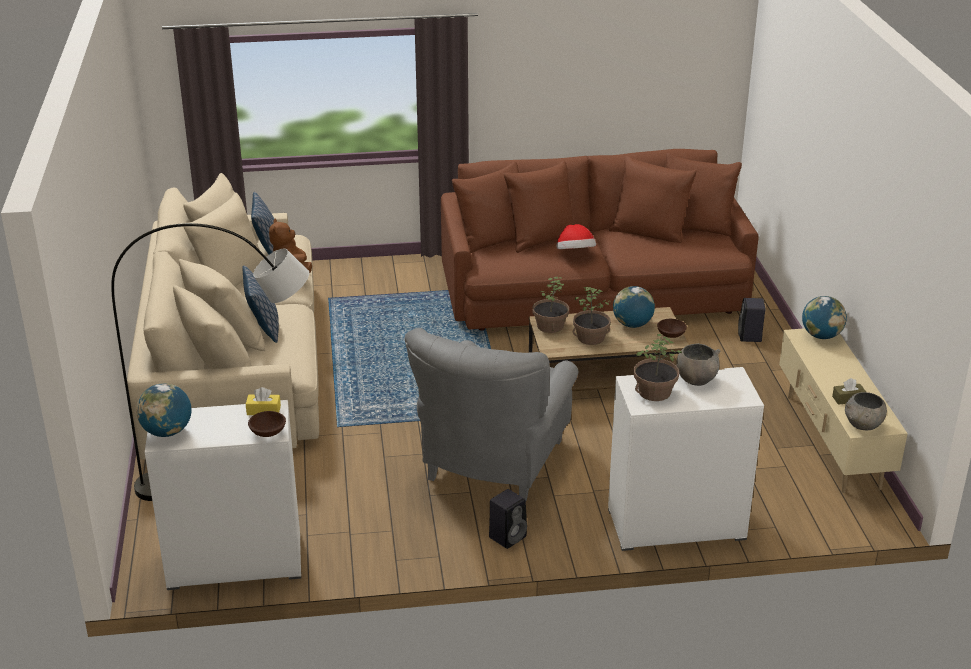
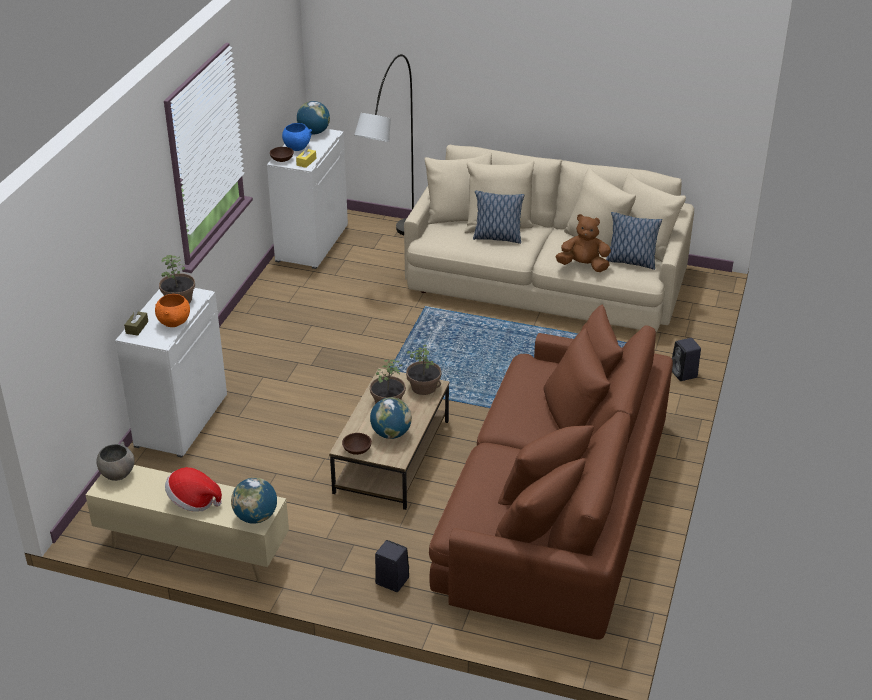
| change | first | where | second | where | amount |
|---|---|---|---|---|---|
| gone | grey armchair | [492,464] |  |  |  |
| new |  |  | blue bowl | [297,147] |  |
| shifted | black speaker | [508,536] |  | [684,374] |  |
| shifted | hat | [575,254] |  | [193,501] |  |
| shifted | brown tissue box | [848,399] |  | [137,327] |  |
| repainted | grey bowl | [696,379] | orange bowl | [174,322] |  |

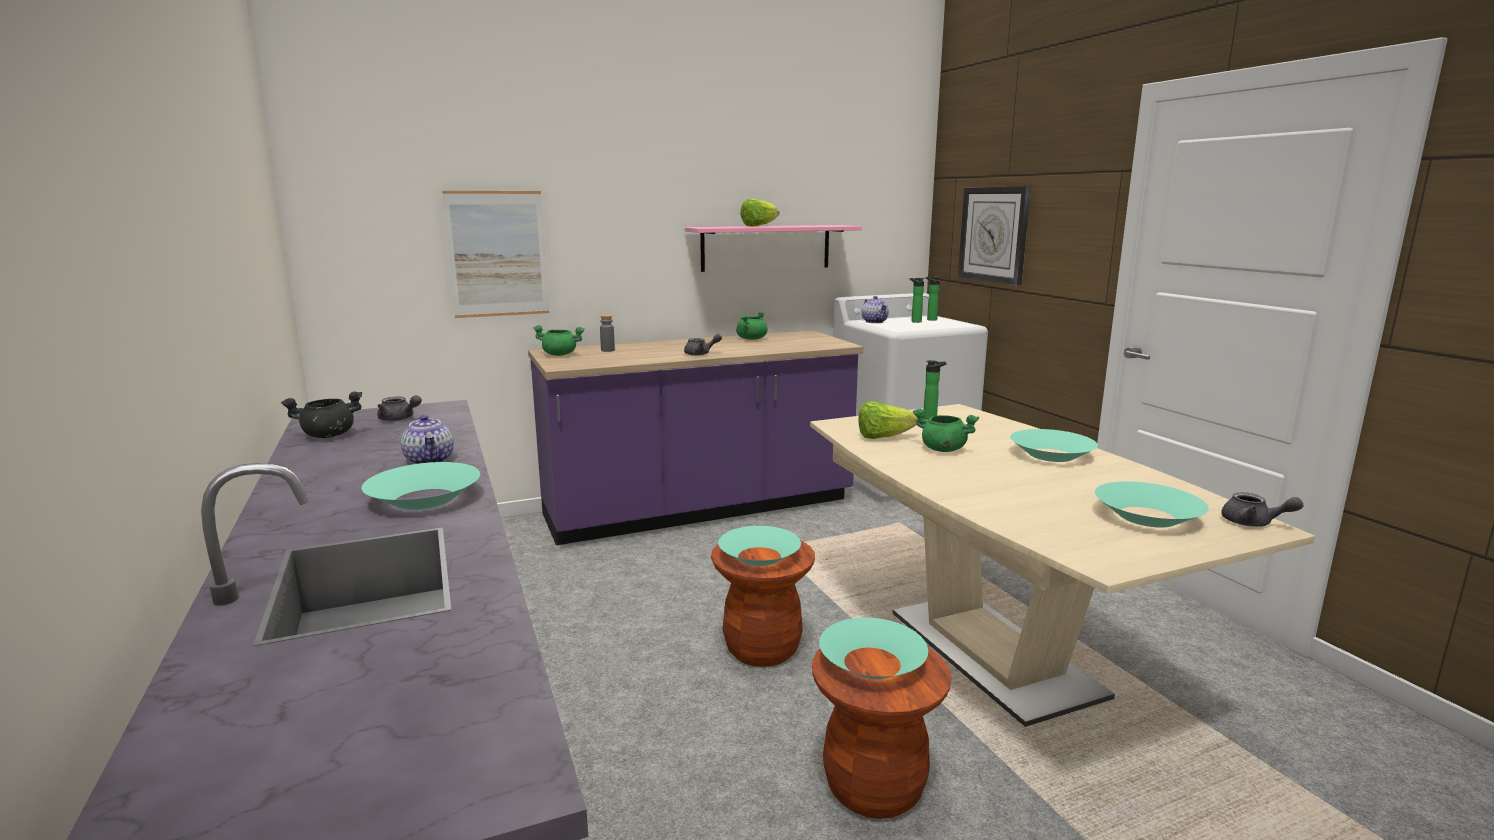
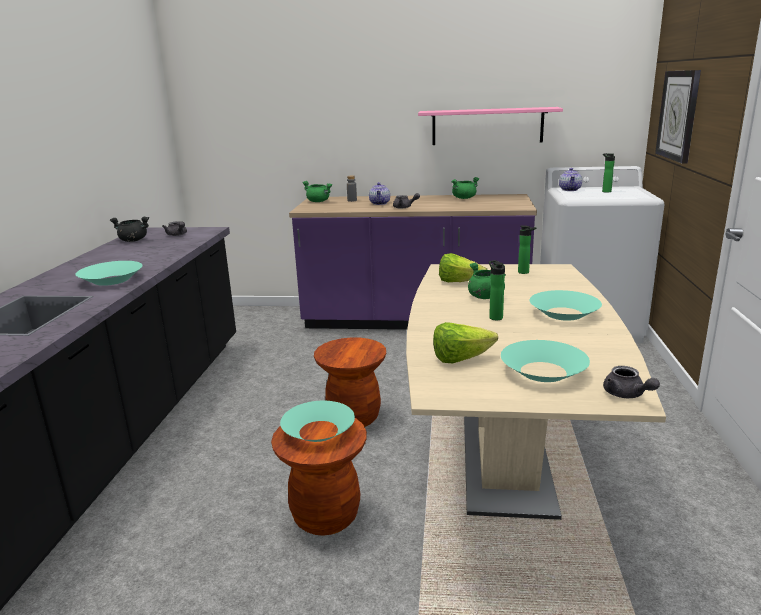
| change | first | where | second | where | amount |
|---|---|---|---|---|---|
| gone | picture | [497,254] |  |  |  |
| gone | turquoise bowl | [759,556] |  |  |  |
| shifted | teapot | [430,460] |  | [380,203] |  |
| shifted | lettuce | [759,226] |  | [460,359] |  |
| shifted | bottle | [930,319] |  | [495,317] |  |

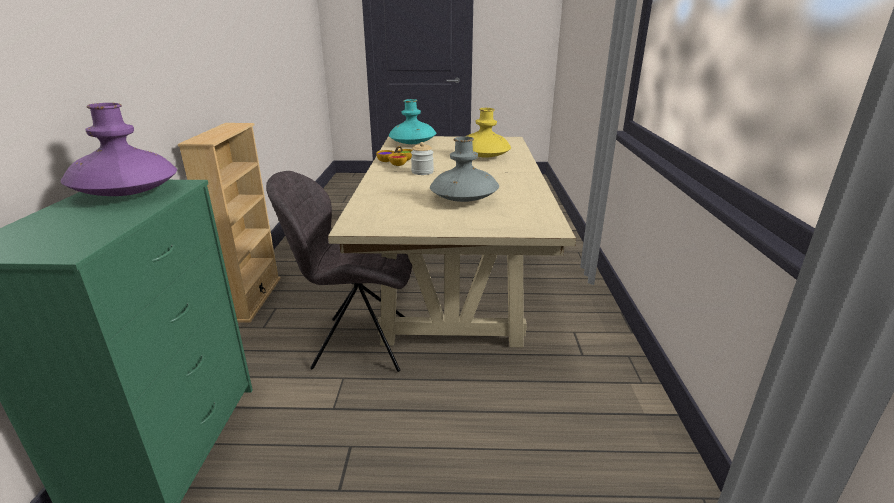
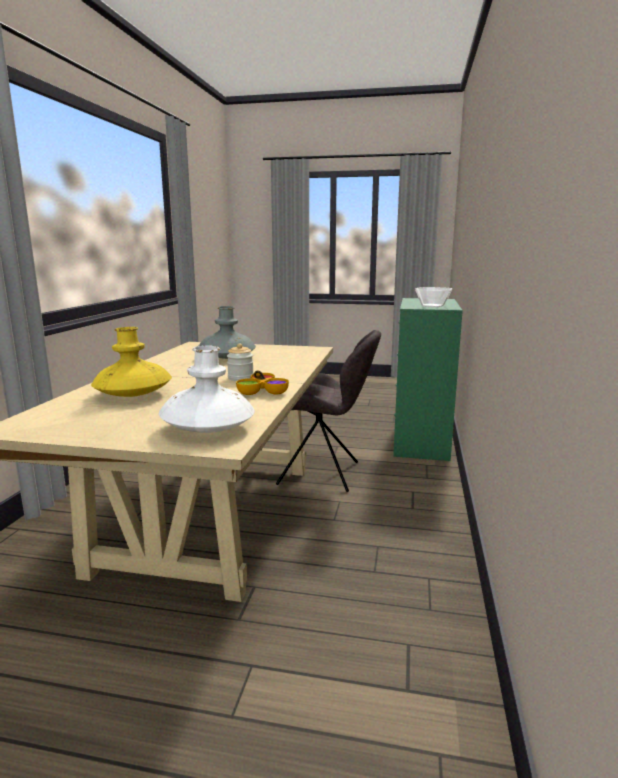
| change | first | where | second | where | amount |
|---|---|---|---|---|---|
| gone | beige bookcase | [252,299] |  |  |  |
| swapped | purple vase | [127,192] | bowl | [432,306] |  |
| repainted | turquoise vase | [412,143] | white vase | [208,428] |  |

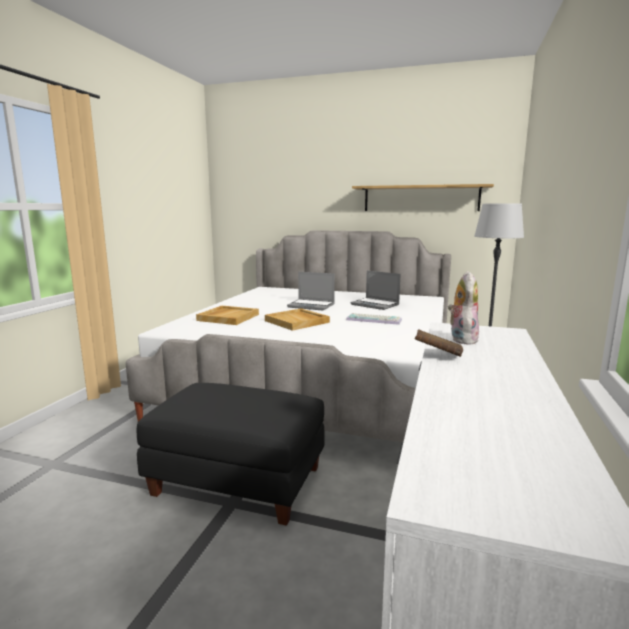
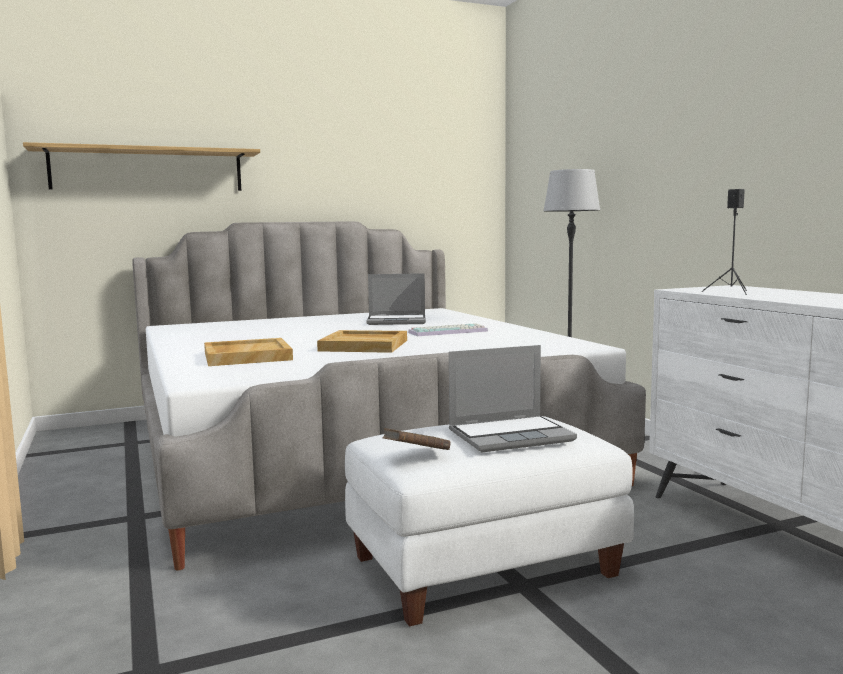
| change | first | where | second | where | amount |
|---|---|---|---|---|---|
| shifted | laptop | [312,306] |  | [511,435] |  |
| shifted | shelf | [420,198] |  | [148,170] |  |
| shifted | brown book | [437,355] |  | [416,454] |  |
| swapped | plush toy | [461,339] | black speaker | [731,292] |  |
| repainted | black ottoman | [239,480] | white ottoman | [484,565] |  |

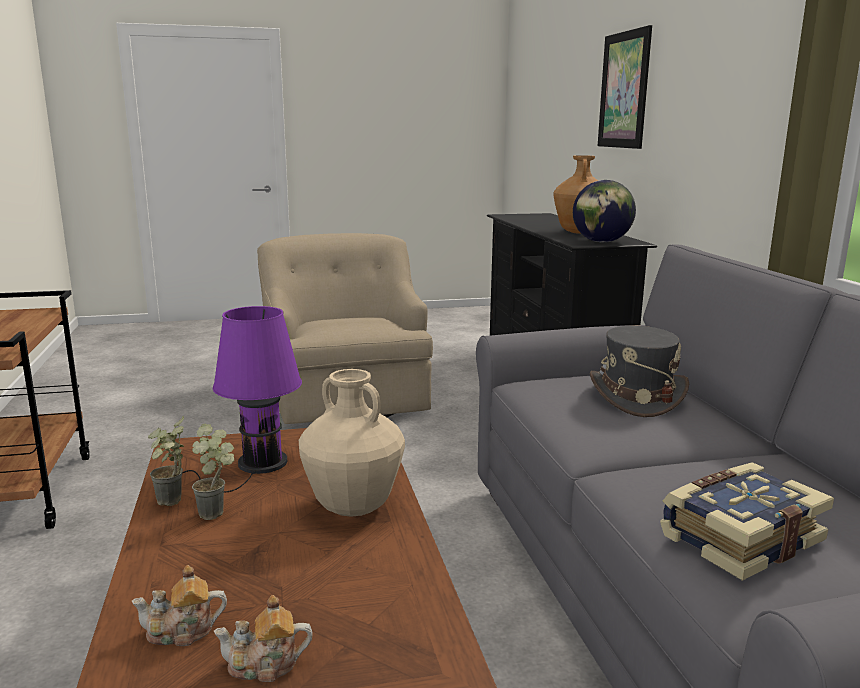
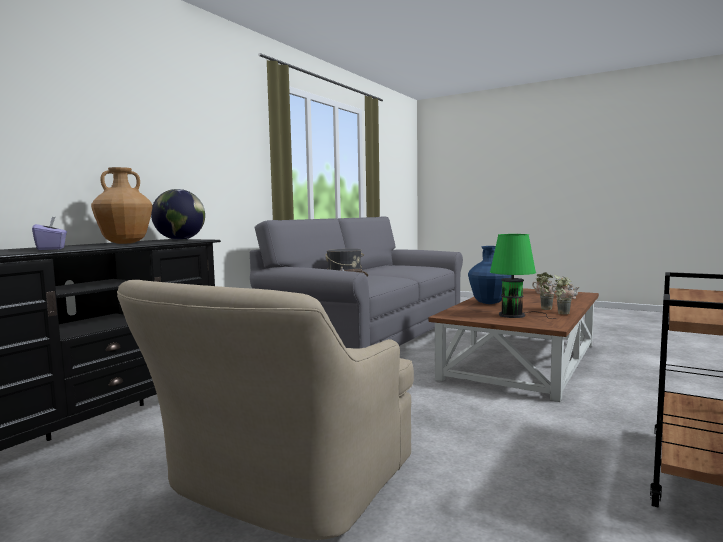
| change | first | where | second | where | amount |
|---|---|---|---|---|---|
| gone | picture | [624,90] |  |  |  |
| gone | book | [738,537] |  |  |  |
| new |  |  | purple tissue box | [52,249] |  |
| repainted | purple table lamp | [257,465] | green table lamp | [515,315] |  |
| repainted | beige vase | [352,507] | blue vase | [489,303] |  |

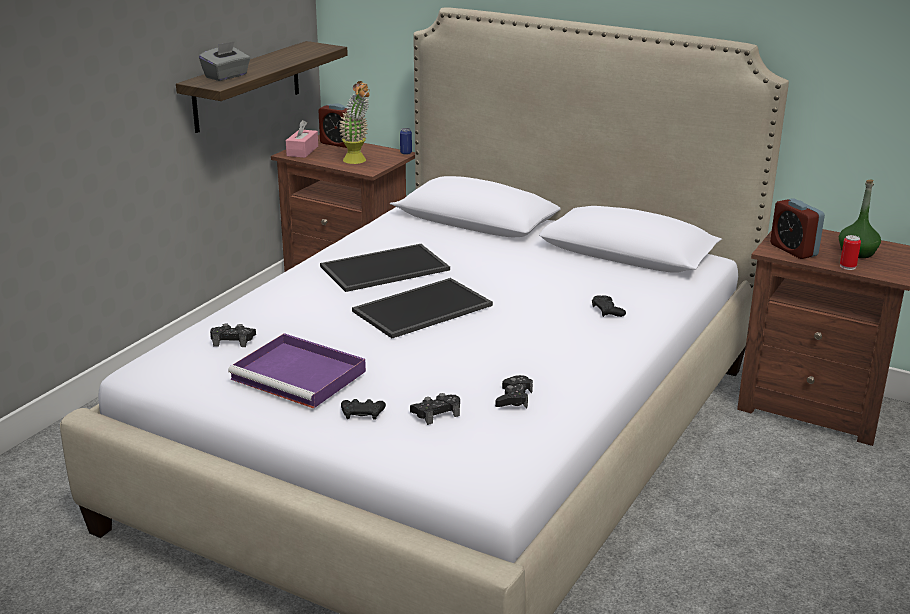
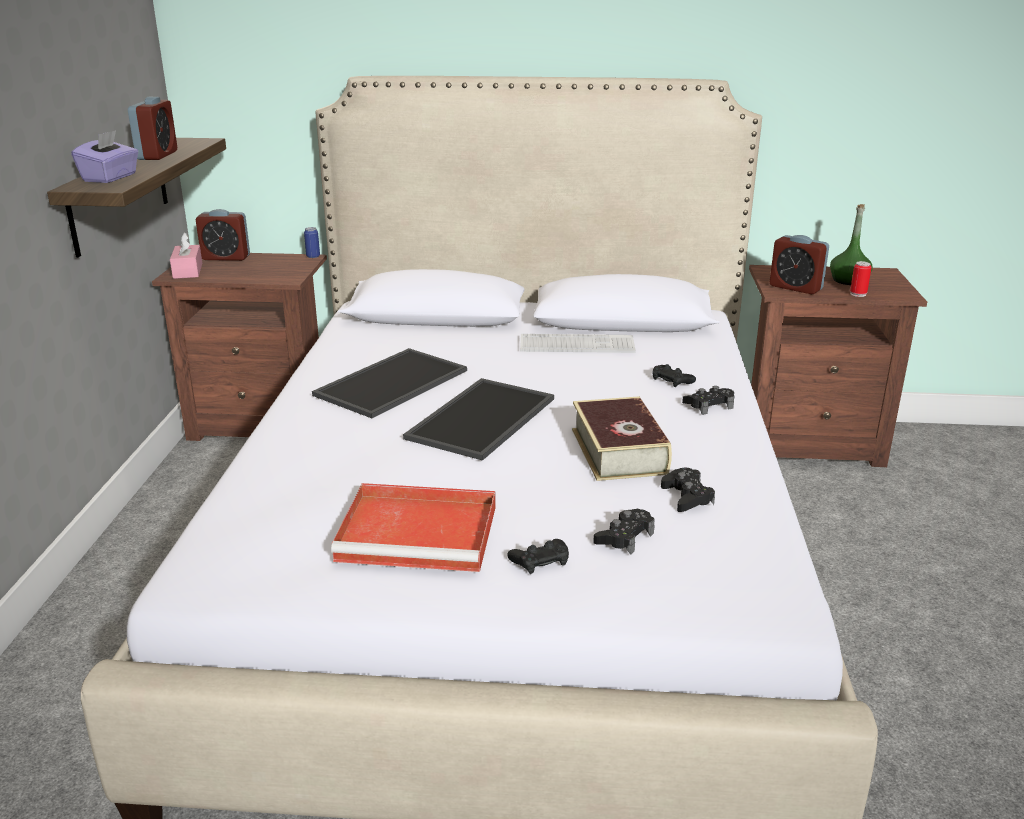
| change | first | where | second | where | amount |
|---|---|---|---|---|---|
| gone | potted plant | [358,162] |  |  |  |
| new |  |  | alarm clock | [157,155] |  |
| new |  |  | keyboard | [577,345] |  |
| new |  |  | book | [619,451] |  |
| shifted | black game controller | [233,340] |  | [709,405] |  |
| repainted | grey tissue box | [226,76] | purple tissue box | [110,178] |  |
| repainted | purple tray | [301,375] | red tray | [421,533] |  |

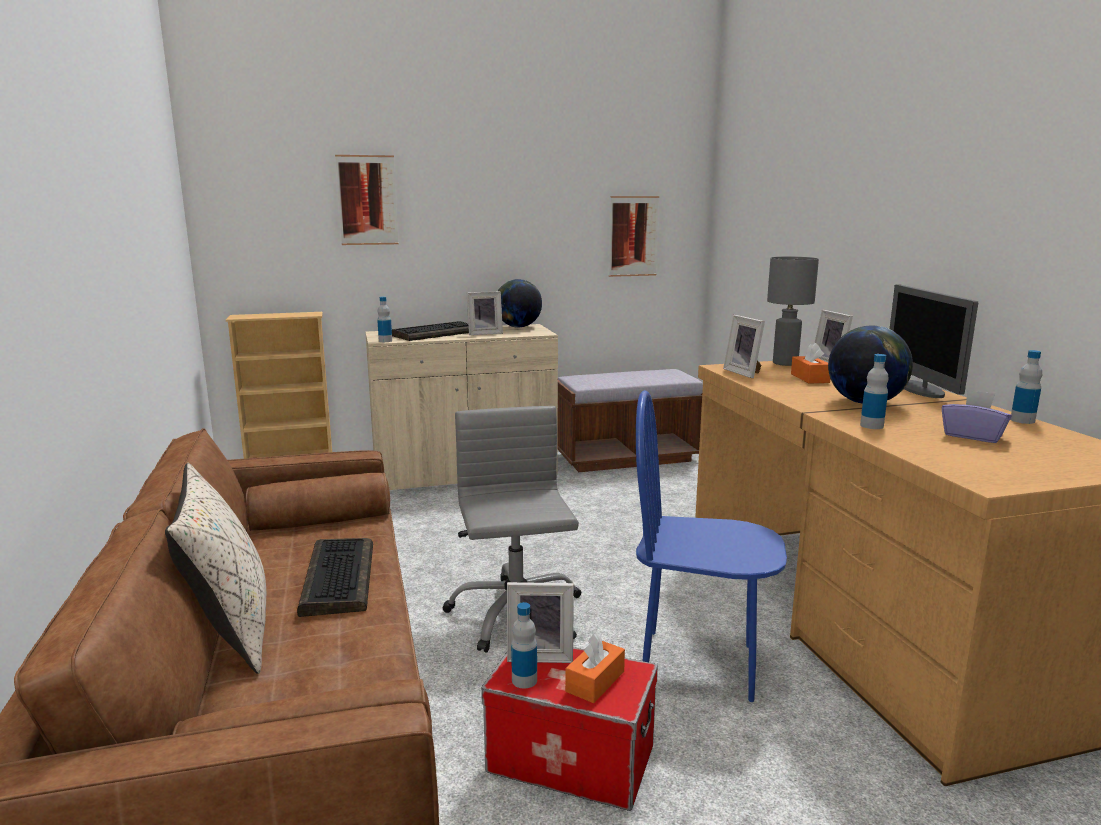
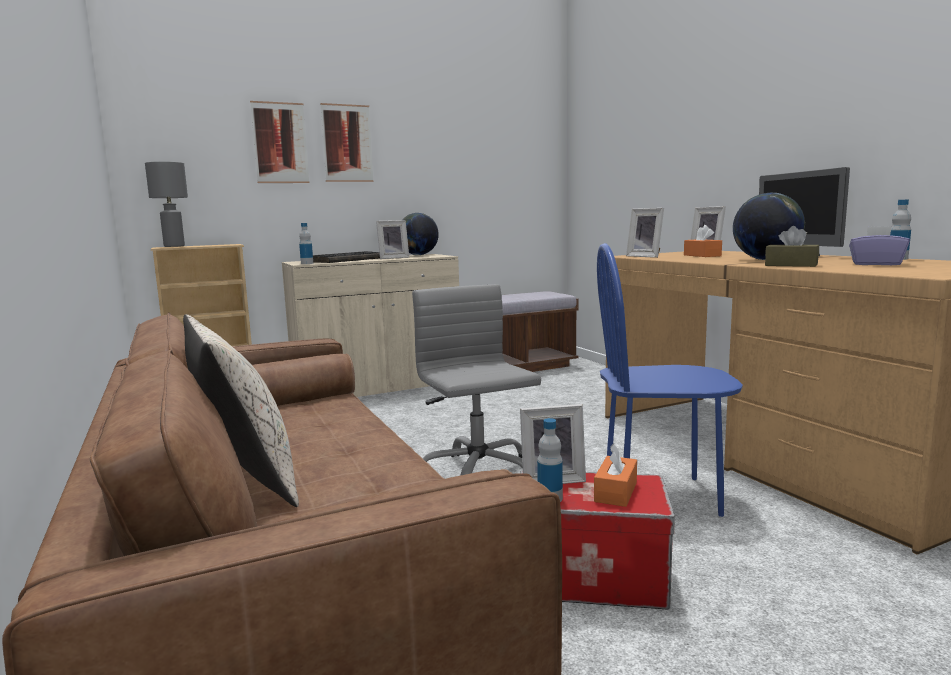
| change | first | where | second | where | amount |
|---|---|---|---|---|---|
| gone | keyboard | [337,577] |  |  |  |
| shifted | picture | [633,236] |  | [347,143] |  |
| shifted | grey table lamp | [785,363] |  | [174,246] |  |
| swapped | bottle | [871,426] | brown tissue box | [791,265] |  |

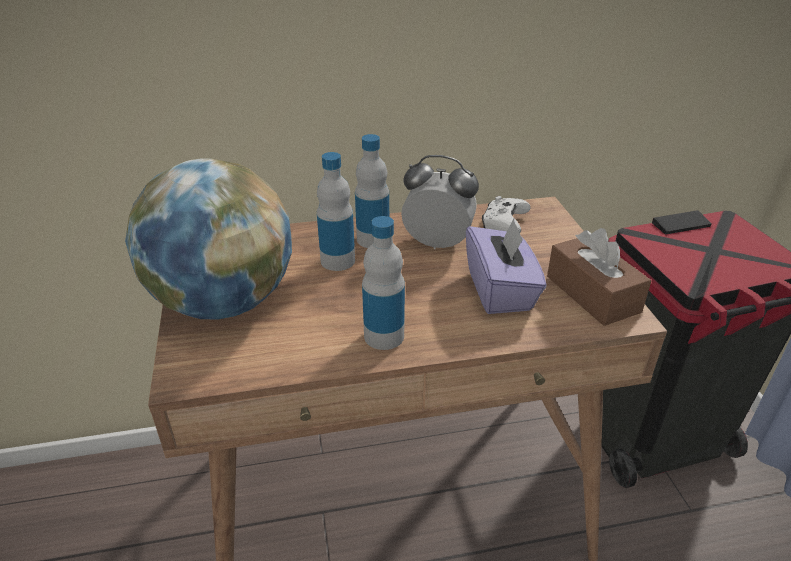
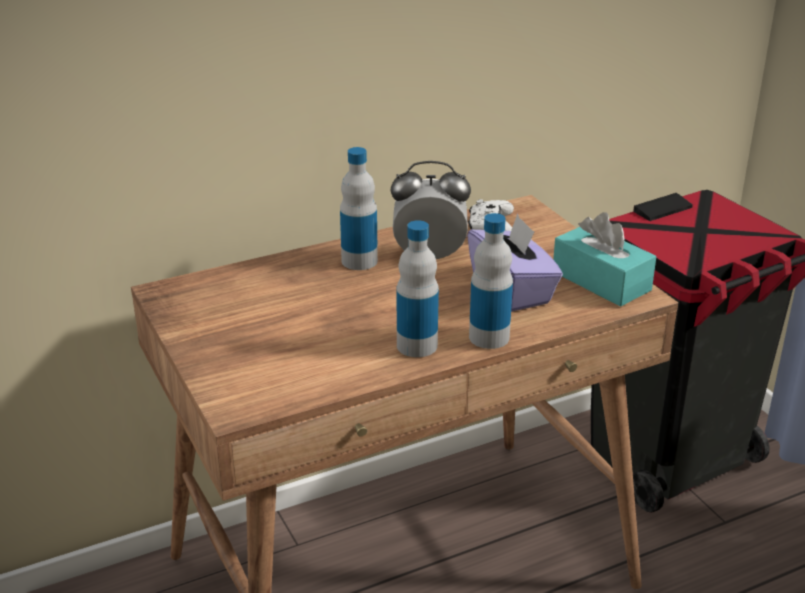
| change | first | where | second | where | amount |
|---|---|---|---|---|---|
| gone | globe | [223,302] |  |  |  |
| shifted | bottle | [337,261] |  | [489,337] |  |
| repainted | brown tissue box | [592,294] | turquoise tissue box | [601,281] |  |

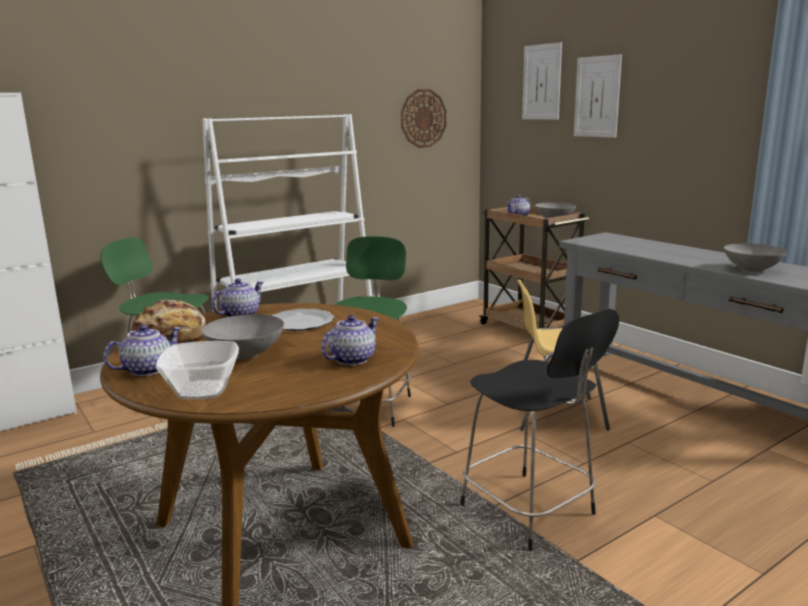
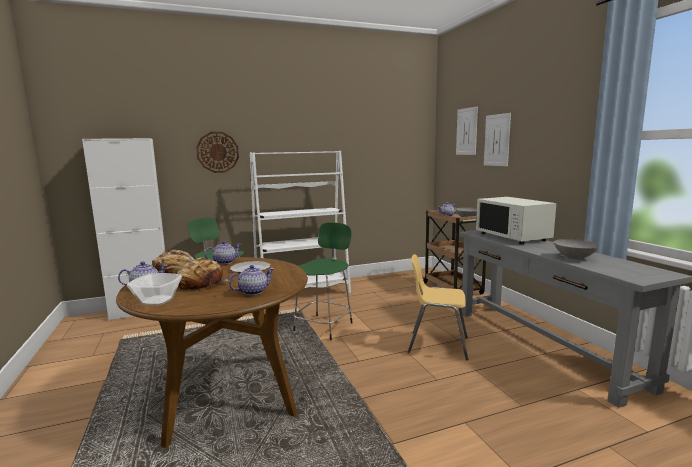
| change | first | where | second | where | amount |
|---|---|---|---|---|---|
| gone | black stool | [530,512] |  |  |  |
| new |  |  | white microwave | [513,237] |  |
| shifted | wall clock | [423,118] |  | [217,152] |  |
| swapped | grey bowl | [244,354] | bread | [201,283] |  |

